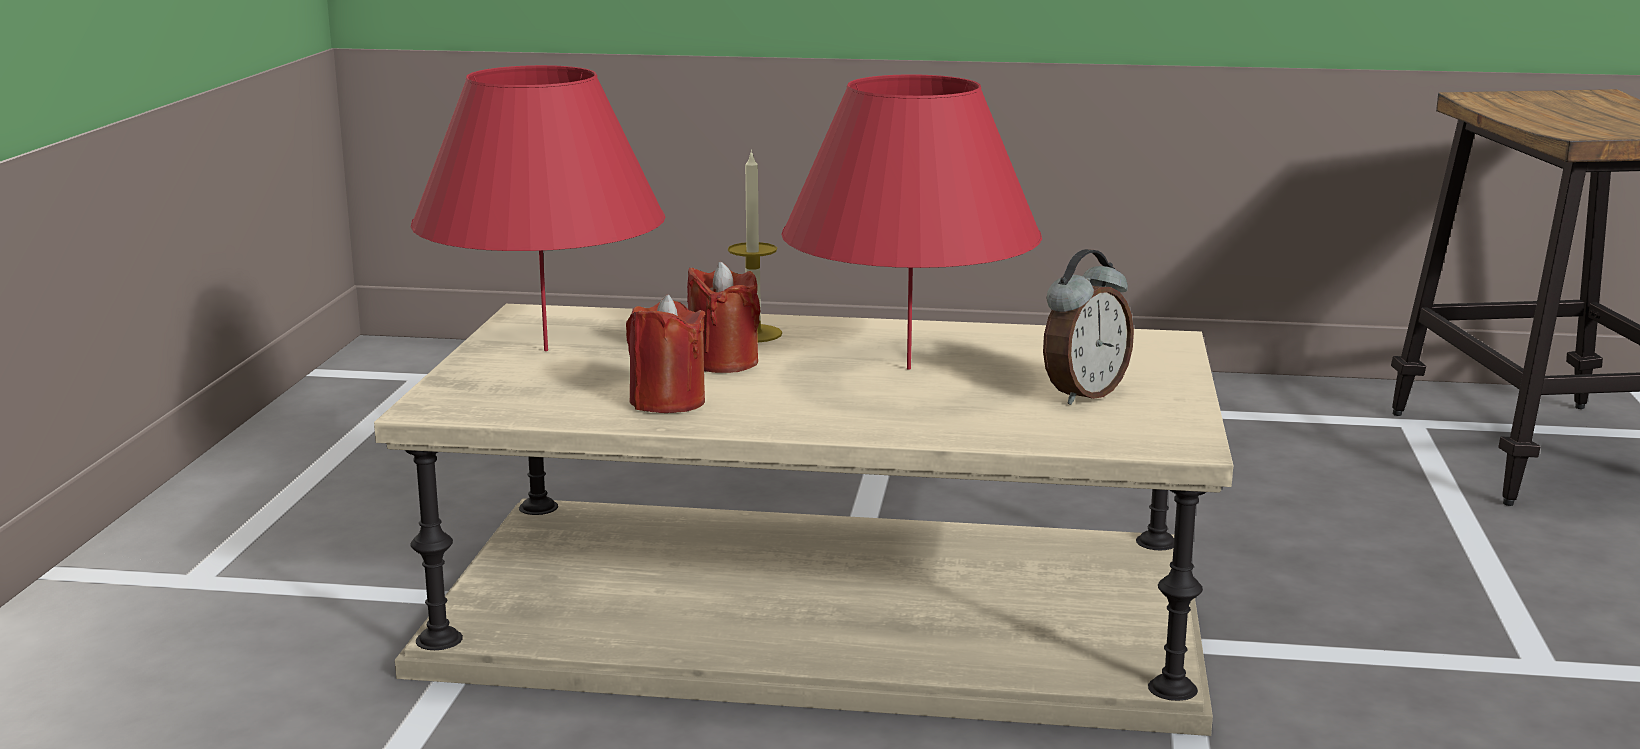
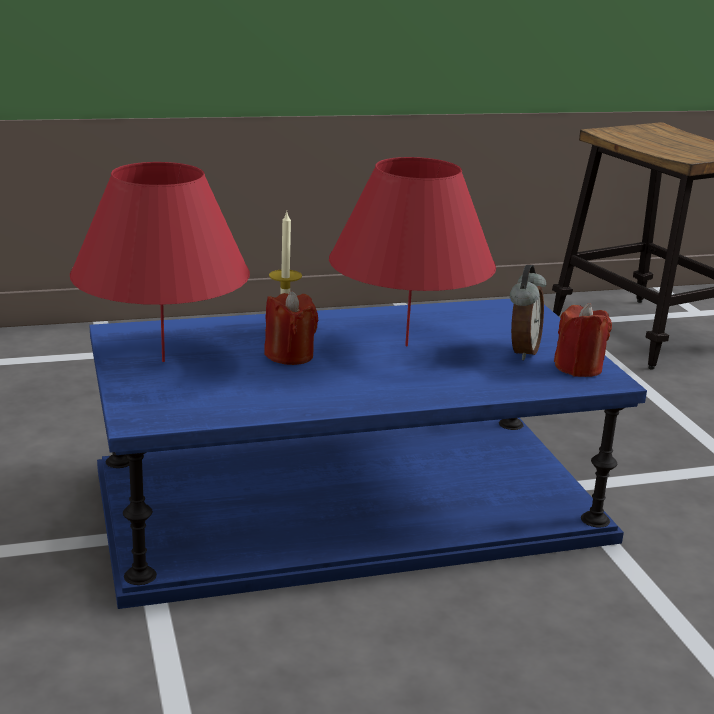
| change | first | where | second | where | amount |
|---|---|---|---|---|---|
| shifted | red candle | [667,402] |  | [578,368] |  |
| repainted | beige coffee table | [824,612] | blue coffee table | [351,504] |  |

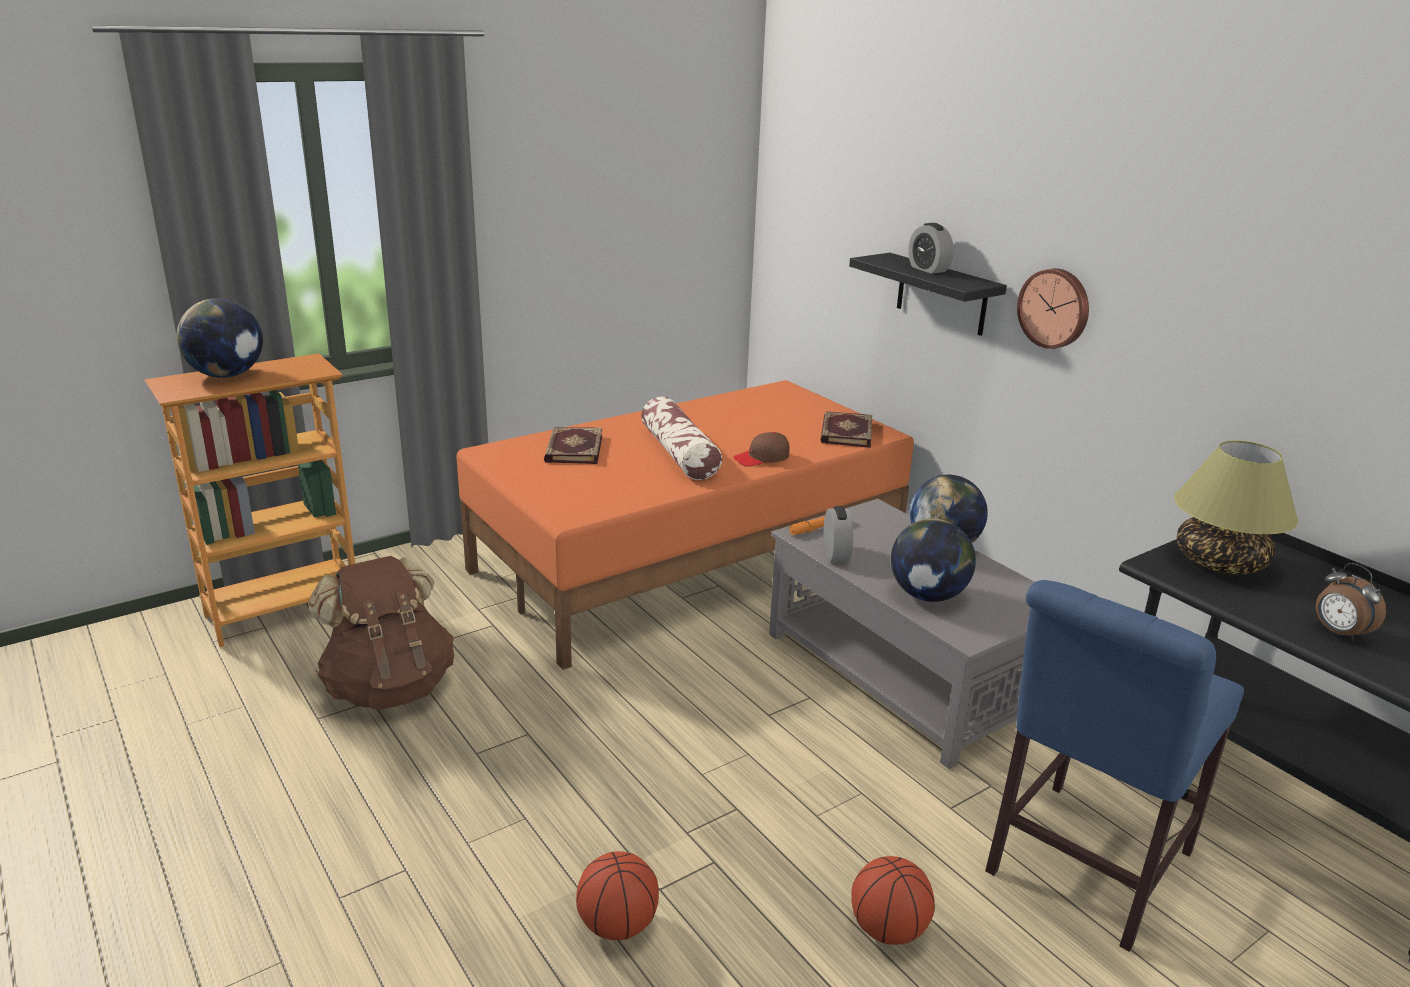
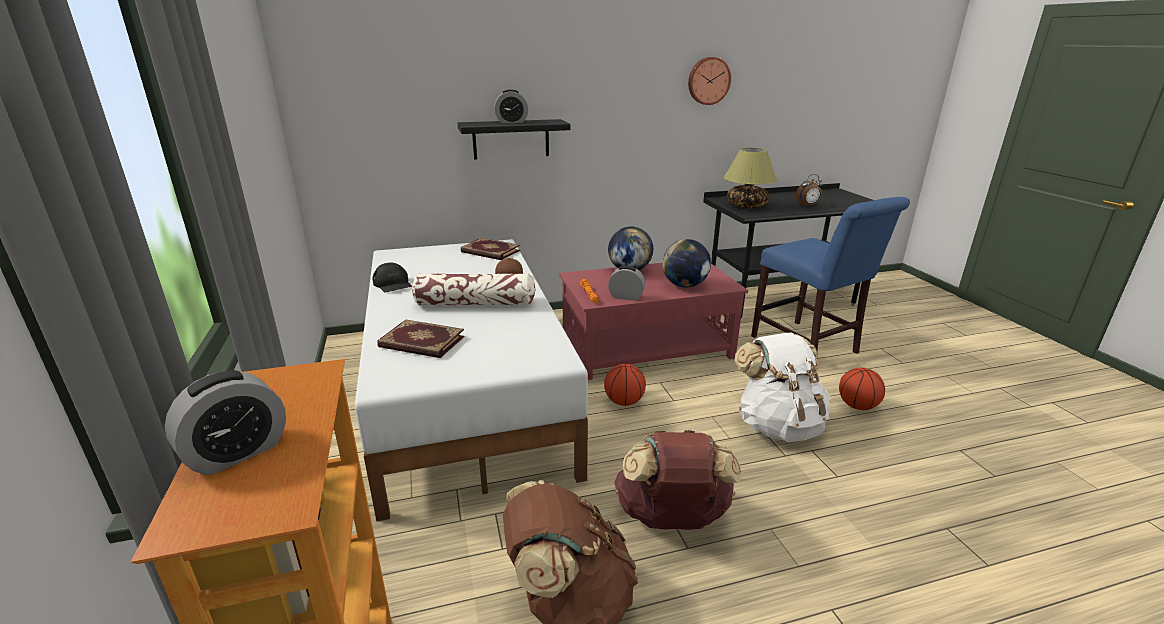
| change | first | where | second | where | amount |
|---|---|---|---|---|---|
| new |  |  | black cap | [393,284] |  |
| new |  |  | brown backpack | [671,519] |  |
| new |  |  | white backpack | [778,425] |  |
| shifted | basketball | [617,925] |  | [624,402] |  |
| shifted | wall clock | [1055,308] |  | [708,81] |  |
| swapped | globe | [227,375] | alarm clock | [237,453] |  |
| repainted | orange bed | [692,560] | white bed | [467,389] |  |
| repainted | grey coffee table | [902,672] | red coffee table | [645,348] |  |

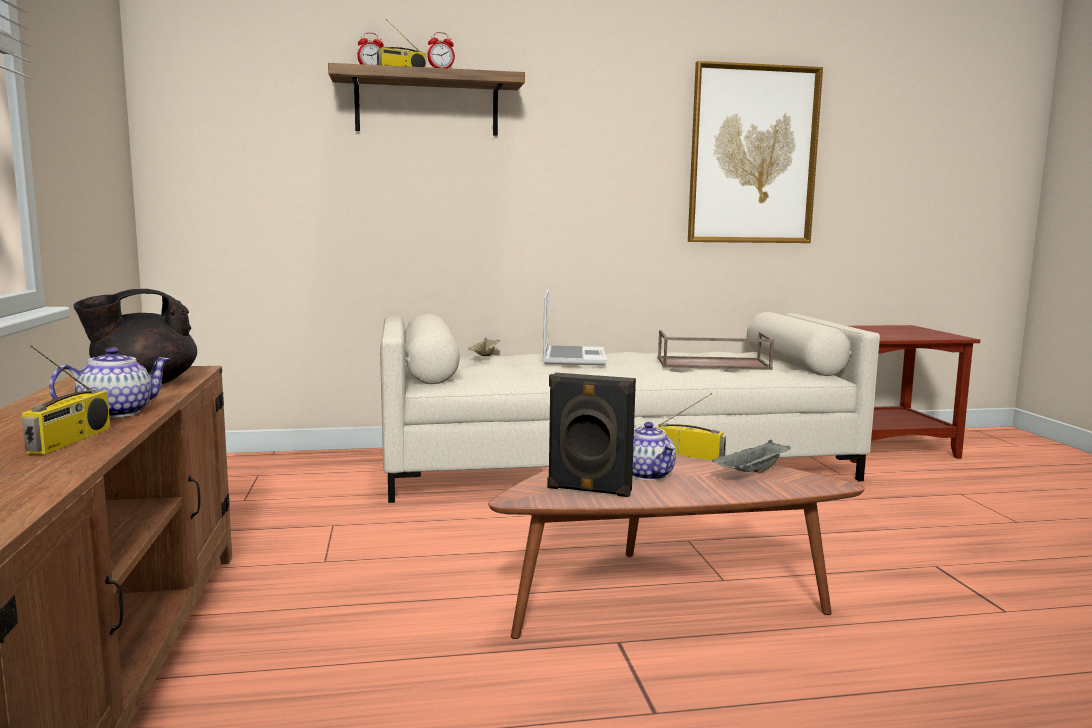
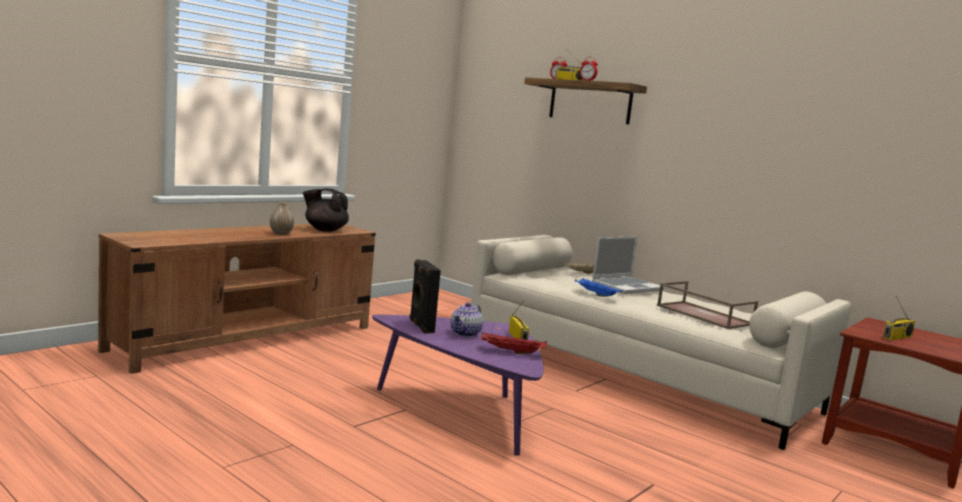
| change | first | where | second | where | amount |
|---|---|---|---|---|---|
| gone | picture | [753,155] |  |  |  |
| new |  |  | blue tray | [595,294] |  |
| shifted | radio | [70,441] |  | [897,337] |  |
| swapped | teapot | [116,412] | vase | [281,234] |  |
| repainted | brown coffee table | [659,599] | purple coffee table | [463,411] |  |
| repainted | grey tray | [752,473] | red tray | [511,352] |  |

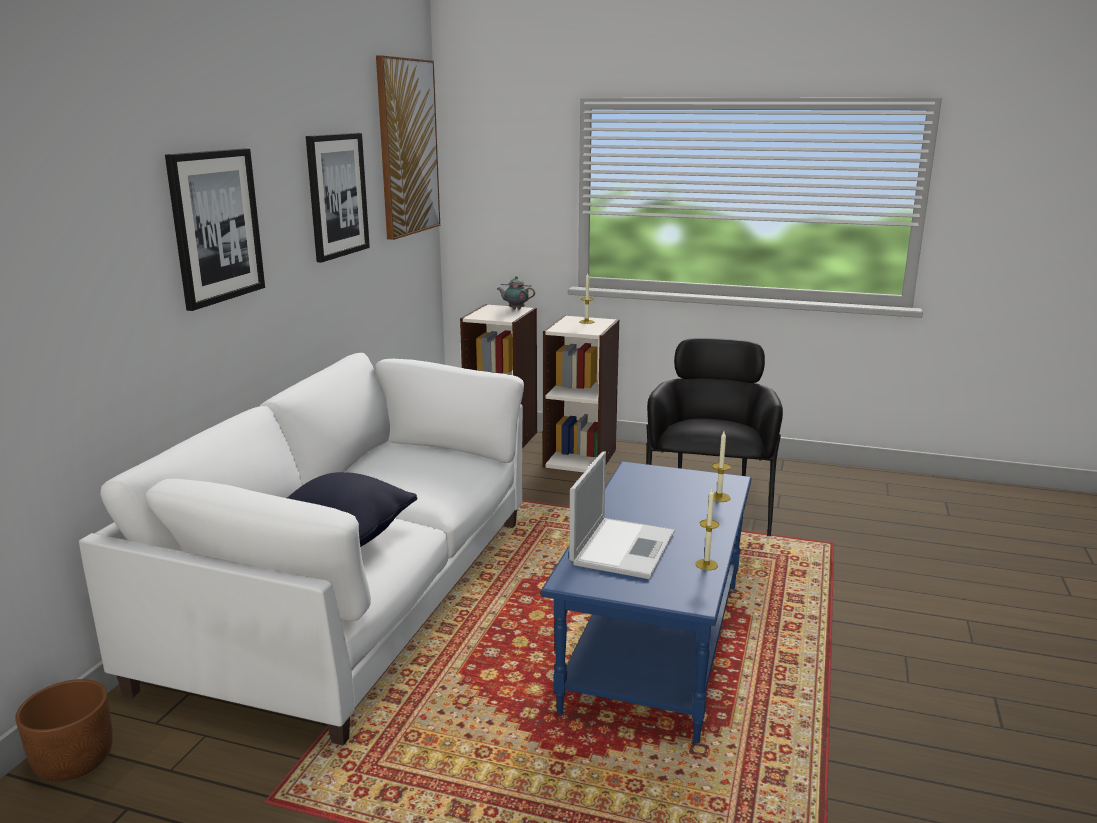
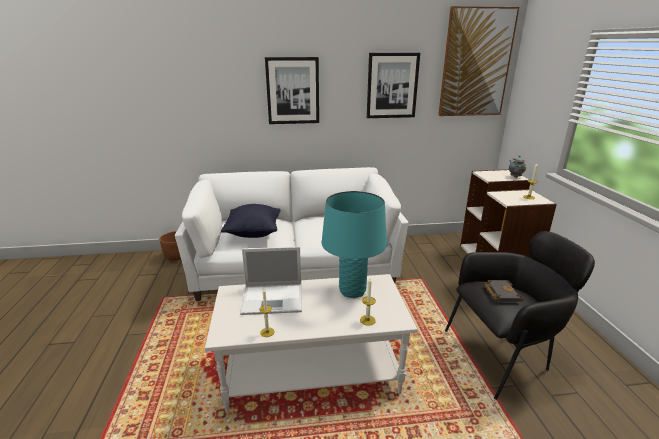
| change | first | where | second | where | amount |
|---|---|---|---|---|---|
| new |  |  | turquoise table lamp | [352,291] |  |
| new |  |  | black book | [500,293] |  |
| repainted | blue coffee table | [653,644] | white coffee table | [312,370] |  |

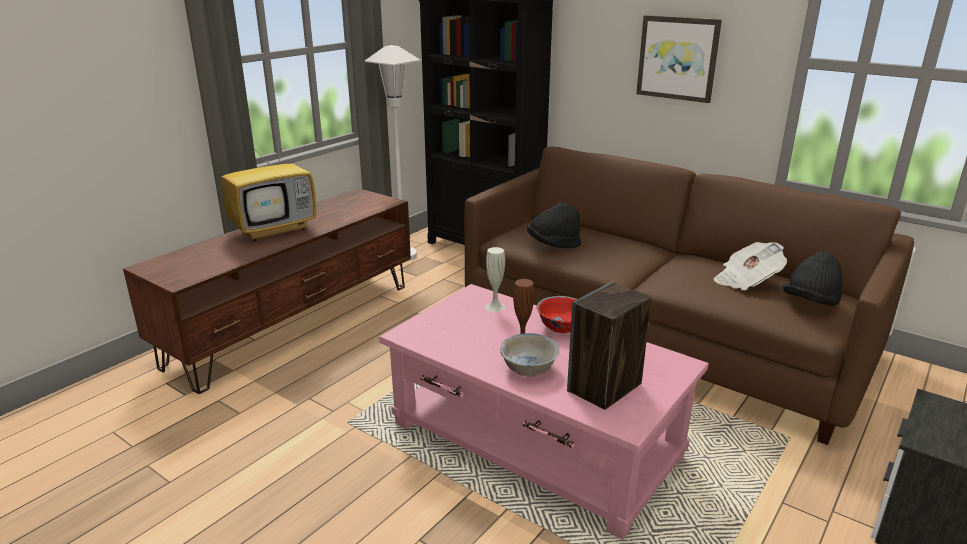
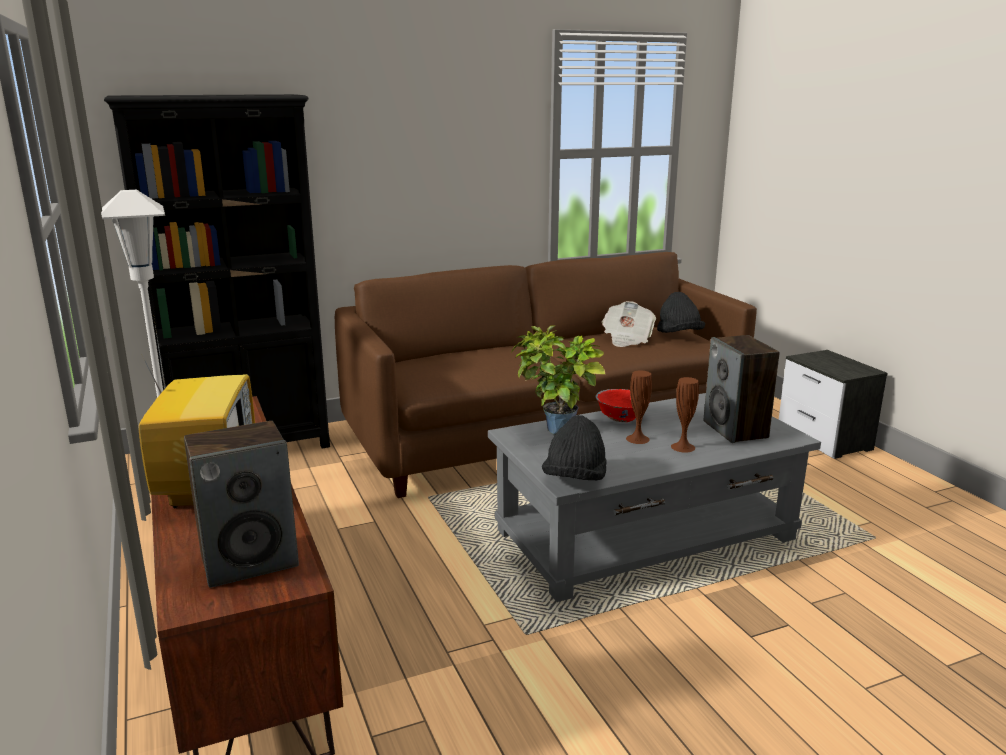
| change | first | where | second | where | amount |
|---|---|---|---|---|---|
| gone | picture | [677,58] |  |  |  |
| new |  |  | speaker | [250,560] |  |
| shifted | black hat | [553,244] |  | [575,479] |  |
| swapped | white vase | [495,307] | potted plant | [554,432] |  |
| swapped | white bowl | [528,368] | brown vase | [683,447] |  |
| repainted | pink coffee table | [535,440] | grey coffee table | [646,535] |  |

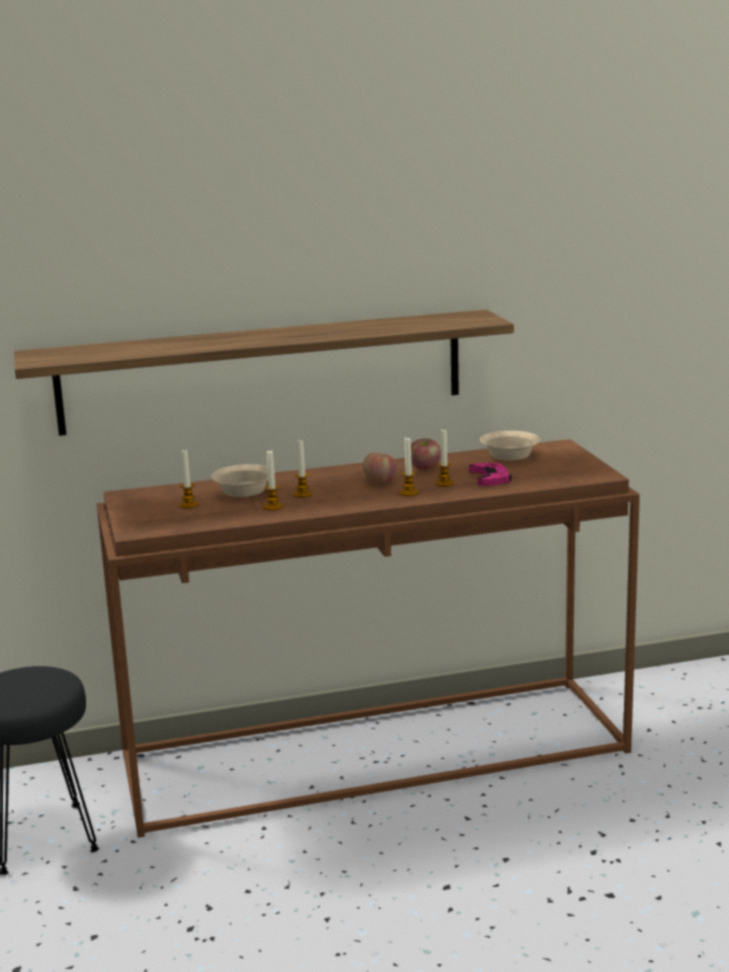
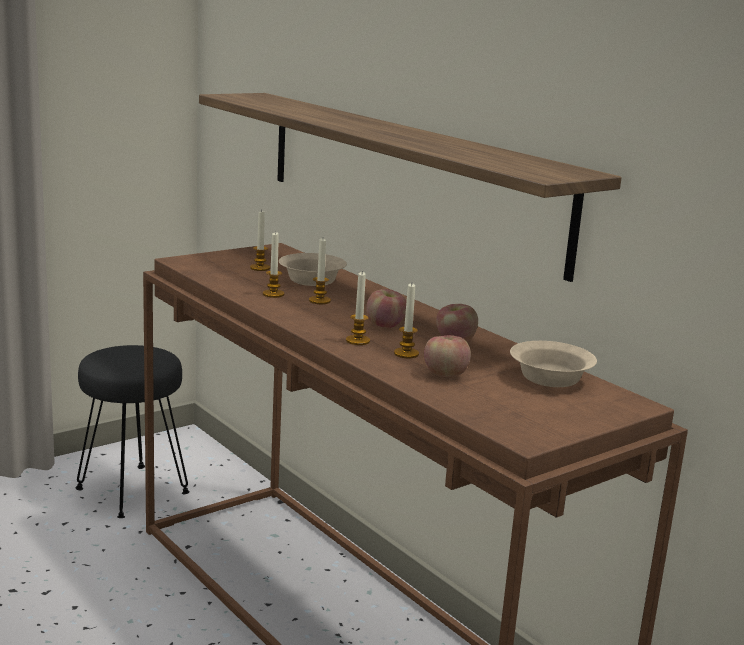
| change | first | where | second | where | amount |
|---|---|---|---|---|---|
| swapped | pink game controller | [490,478] | apple | [445,374] |  |

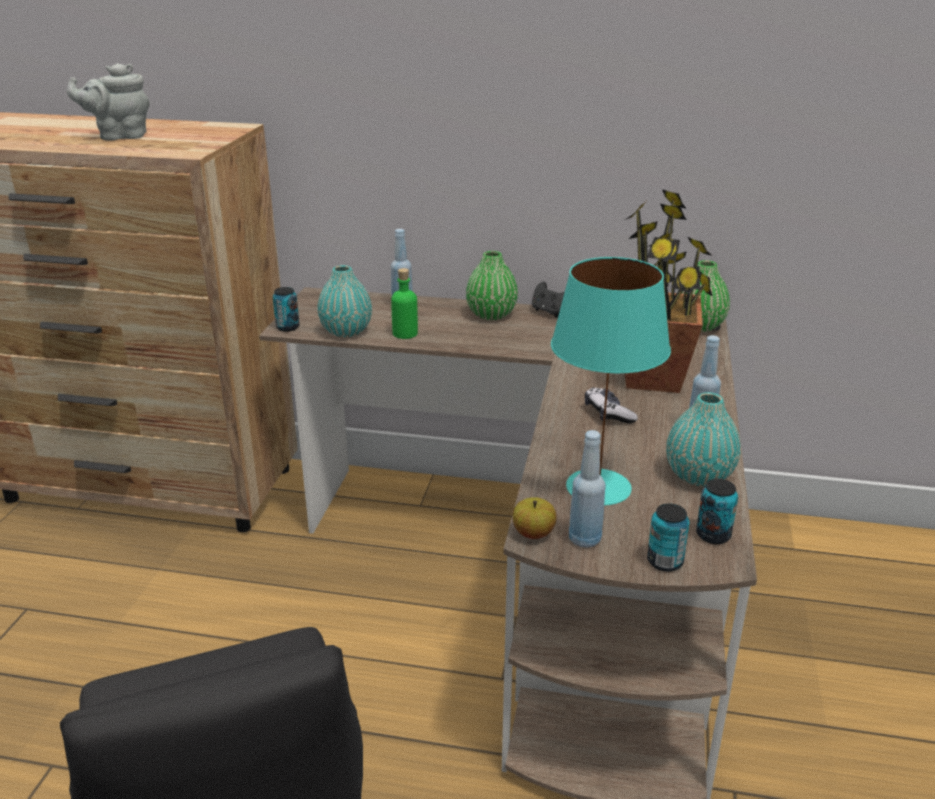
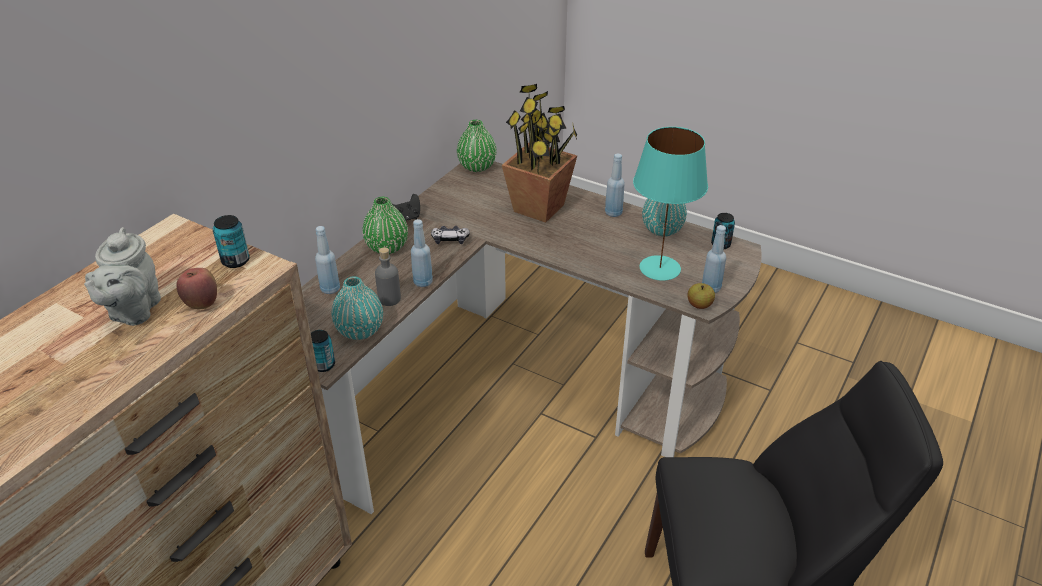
| change | first | where | second | where | amount |
|---|---|---|---|---|---|
| new |  |  | apple | [202,304] |  |
| new |  |  | blue bottle | [423,282] |  |
| shifted | game controller | [608,413] |  | [450,240] |  |
| shifted | can | [665,562] |  | [235,261] |  |
| repainted | green bottle | [405,333] | grey bottle | [389,299] |  |

